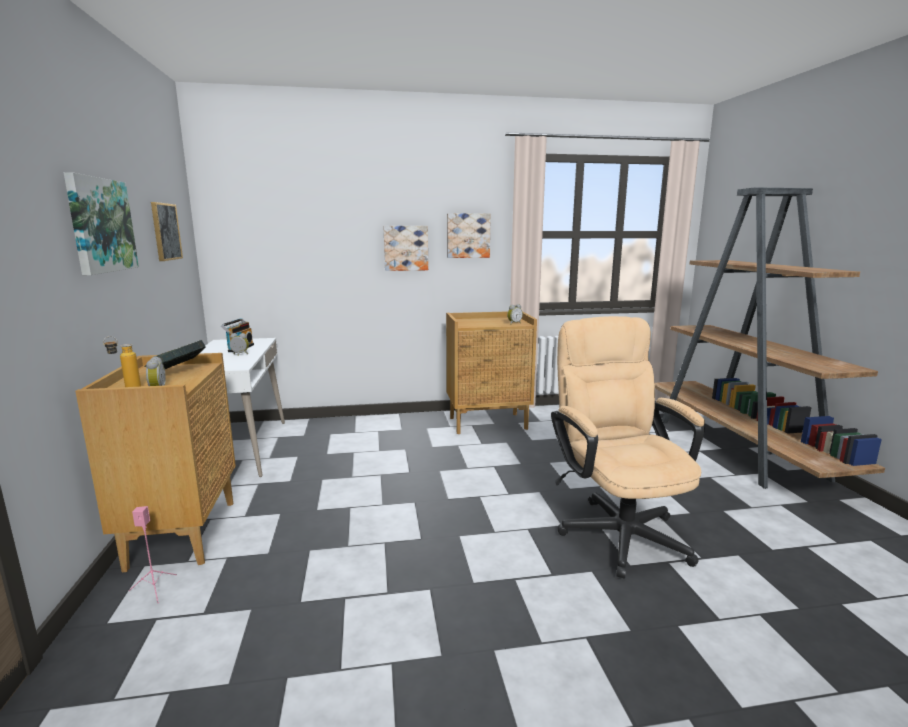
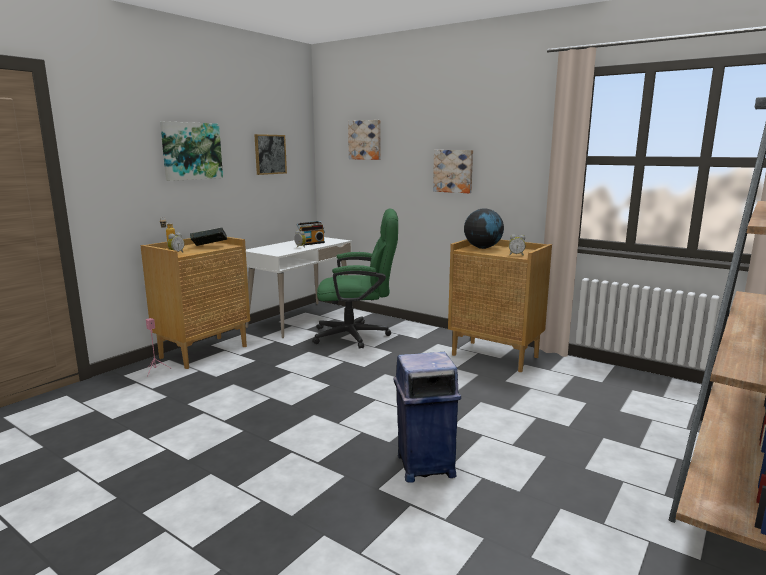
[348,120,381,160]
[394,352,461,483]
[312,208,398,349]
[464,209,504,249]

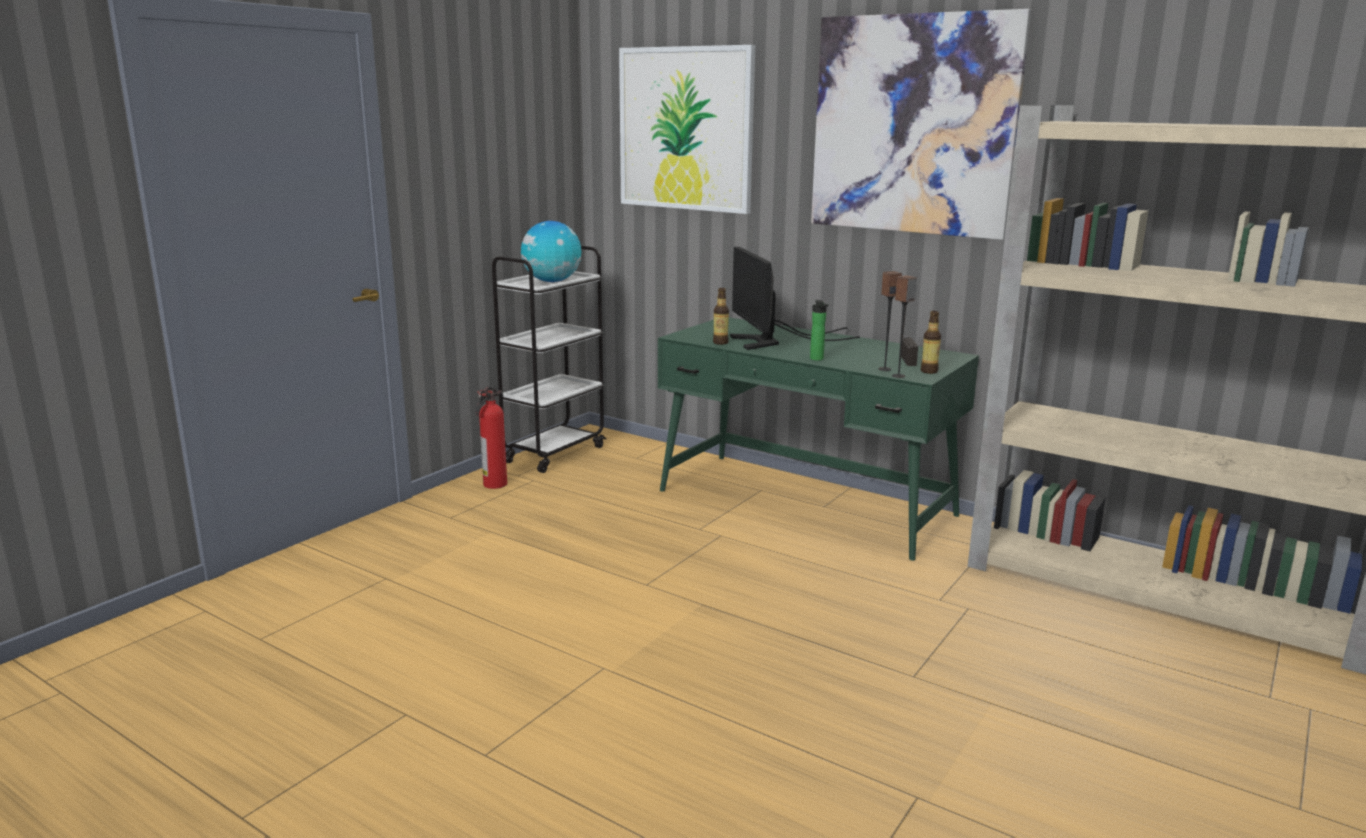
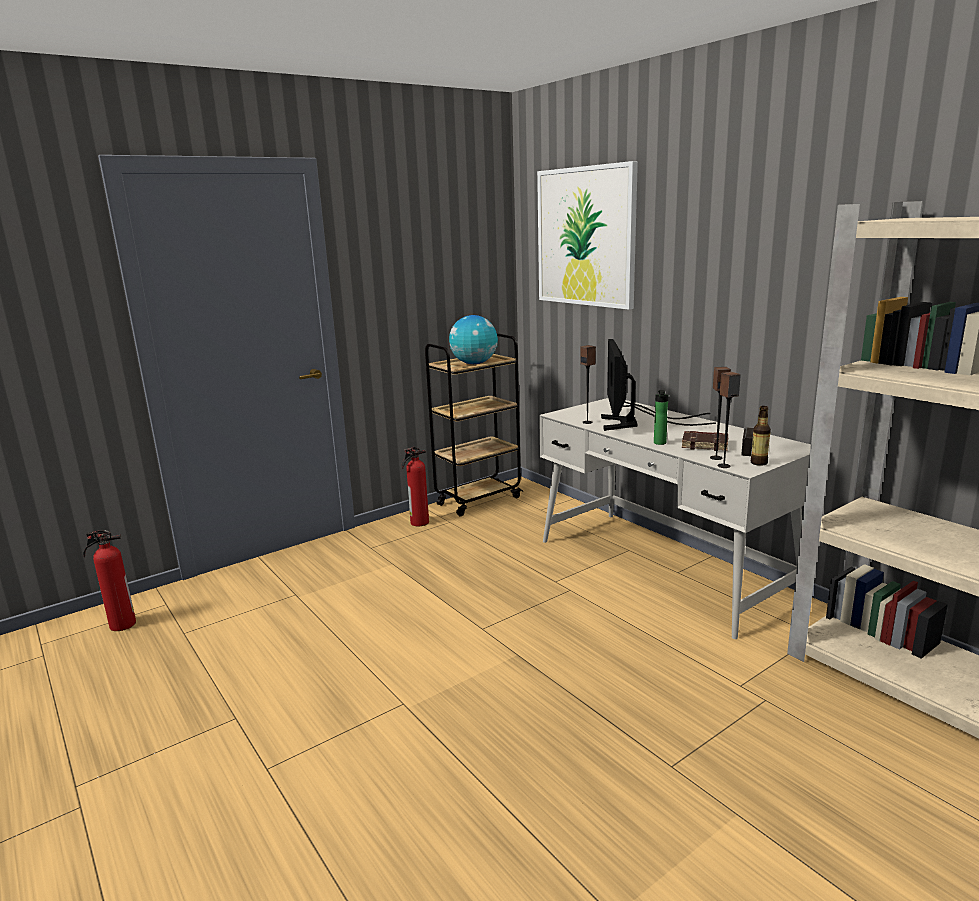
[425,333,523,516]
[539,398,811,639]
[580,345,596,424]
[811,9,1031,240] (first image)
[84,530,136,631]
[682,431,729,451]

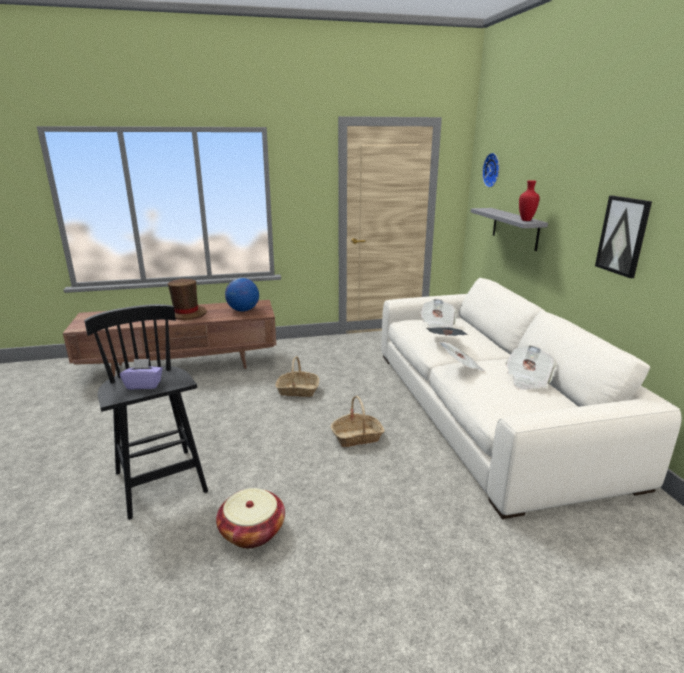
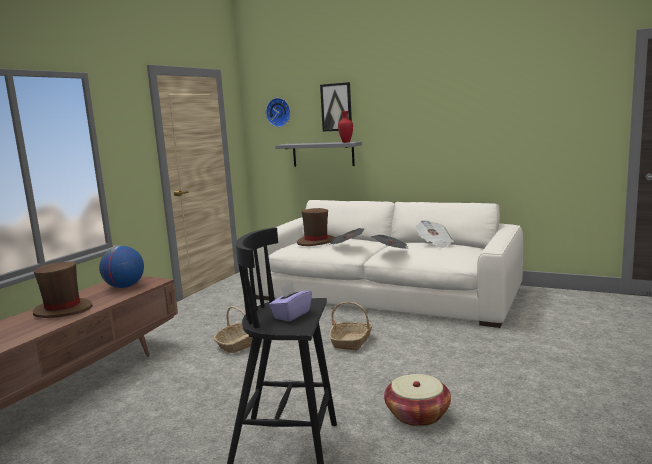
[297,208,335,246]
[320,82,352,131]

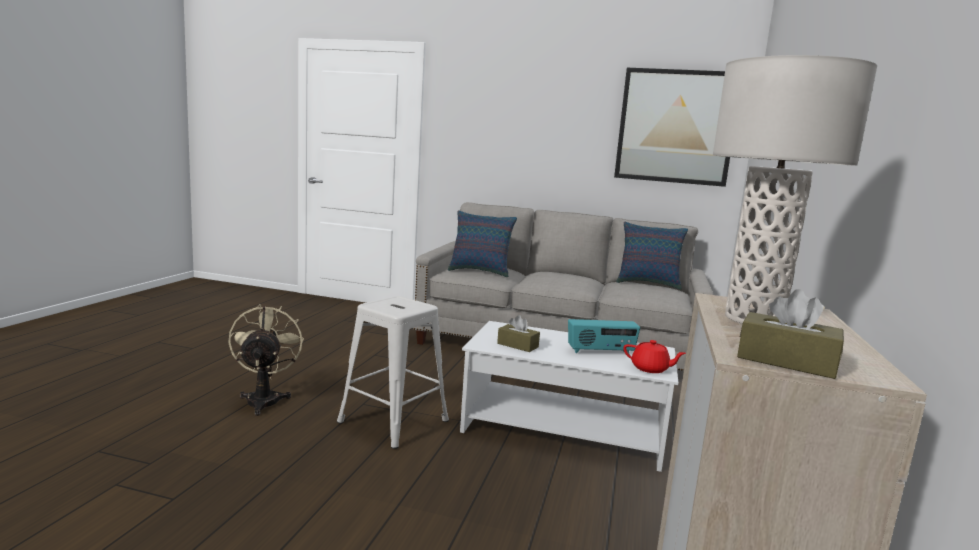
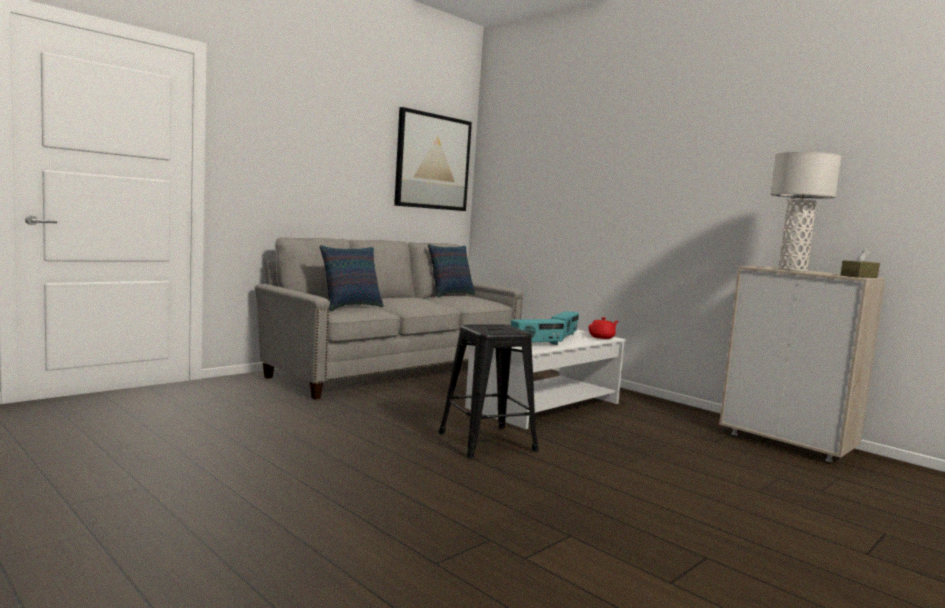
[228,304,304,416] (first image)
[438,324,539,458]
[511,319,566,345]

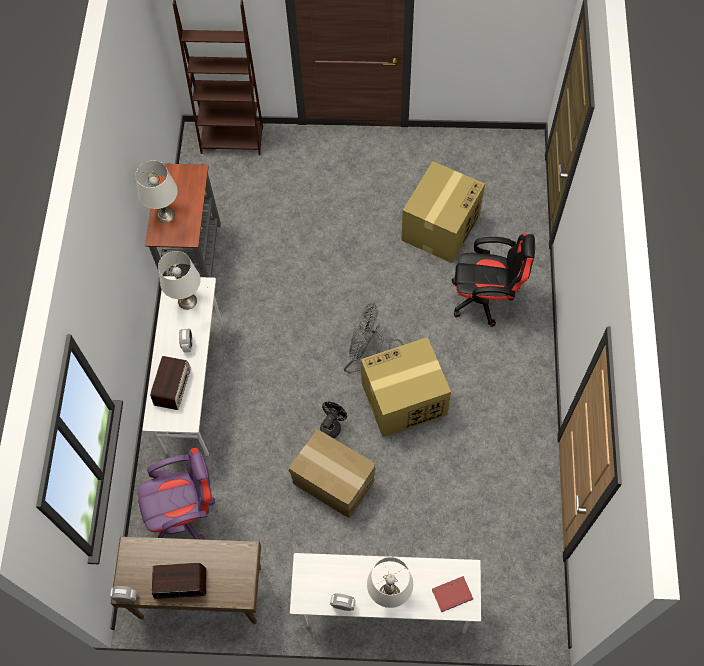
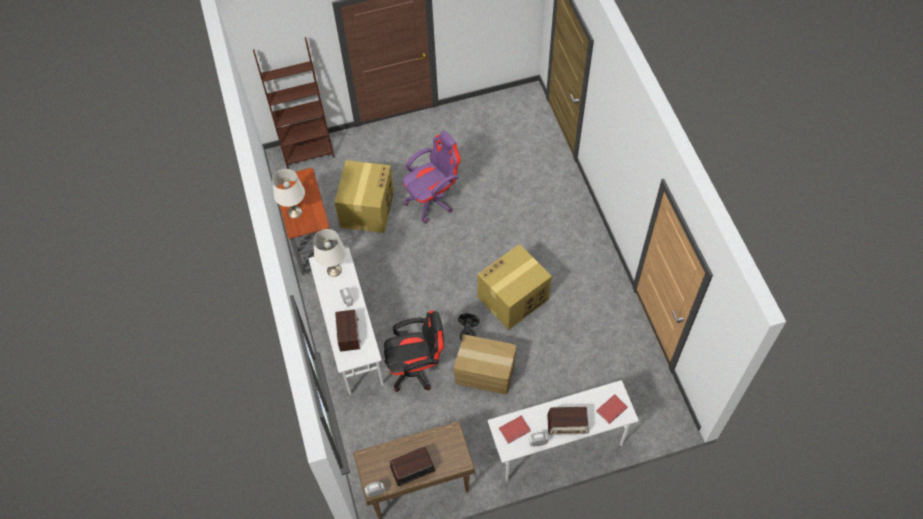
[403,131,461,223]
[344,303,407,374] (first image)
[547,407,589,435]
[334,160,394,233]
[384,311,444,392]
[499,415,531,444]

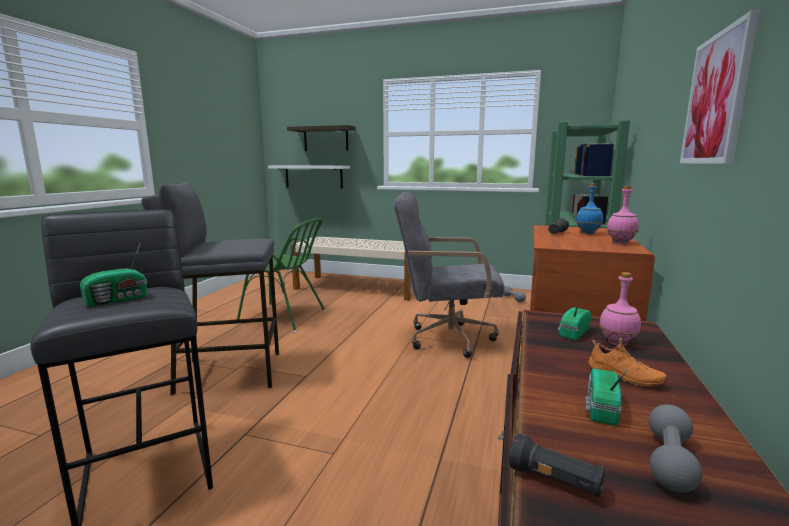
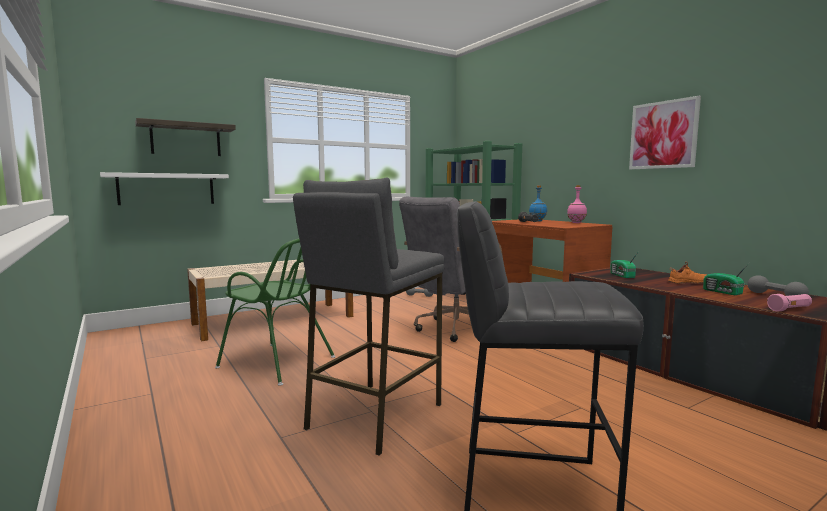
[80,244,147,307] (first image)
[215,238,336,386]
[767,294,812,312]
[599,272,641,346] (first image)

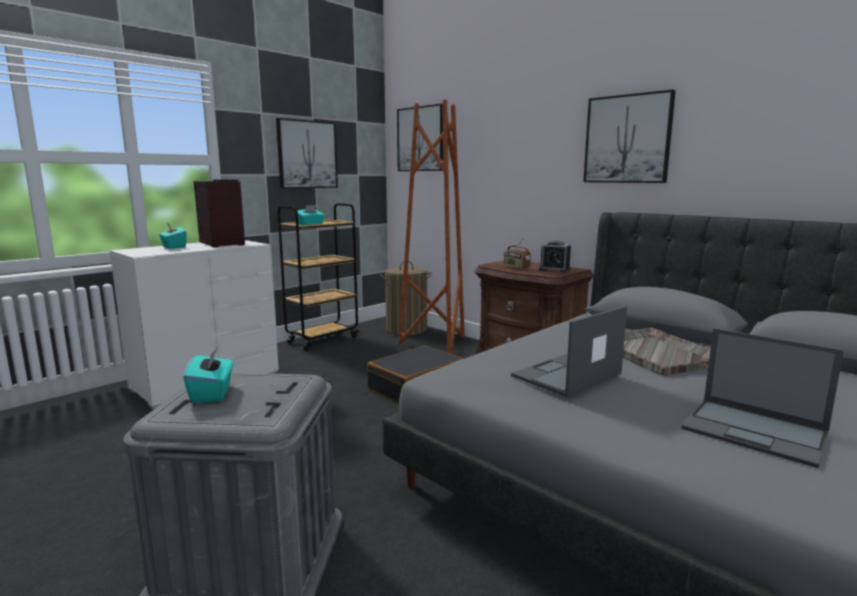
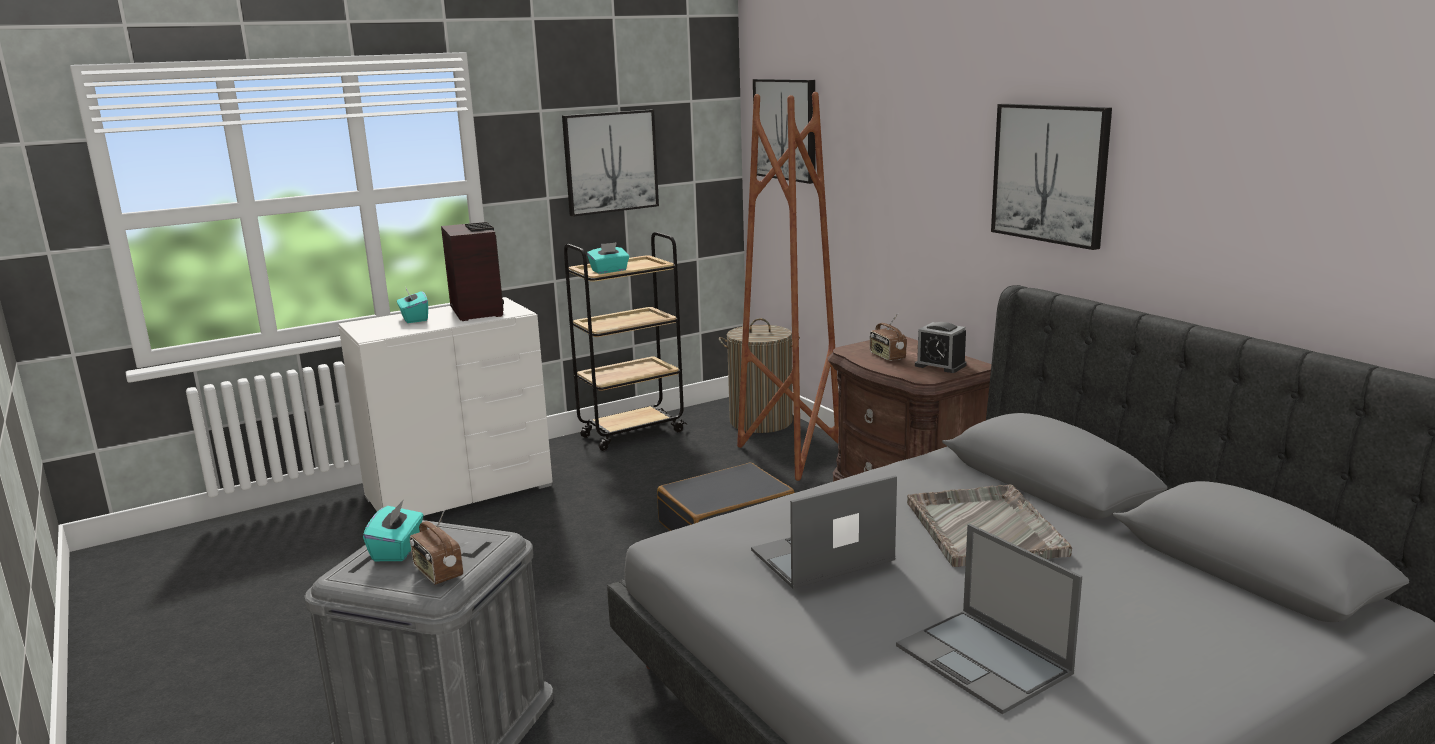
[410,510,463,585]

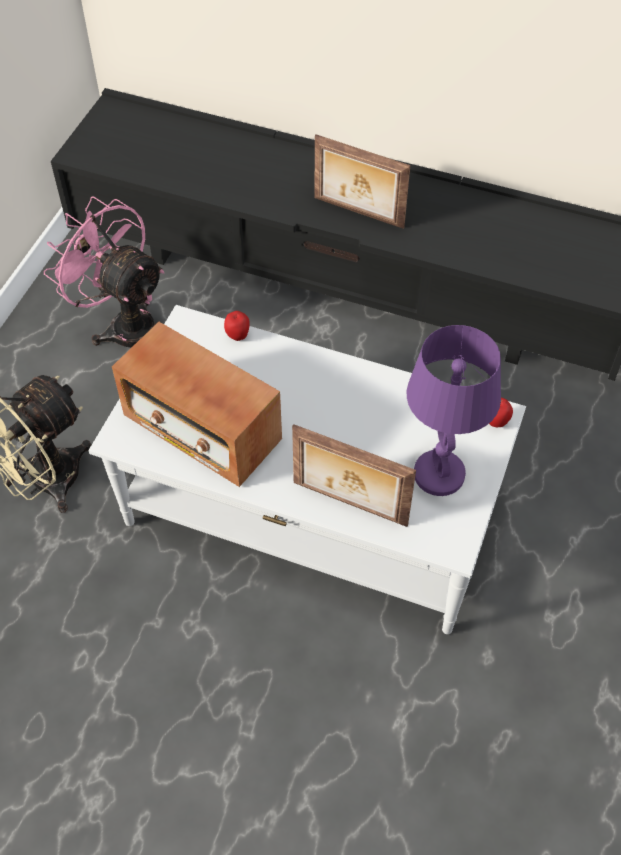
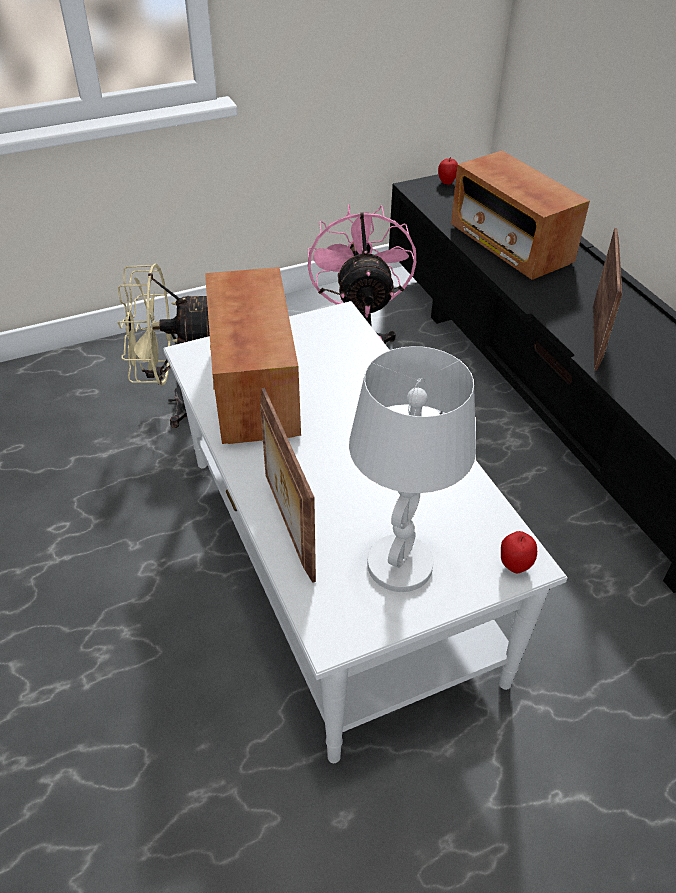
[438,157,458,185]
[593,228,622,371]
[349,346,476,592]
[451,151,590,280]

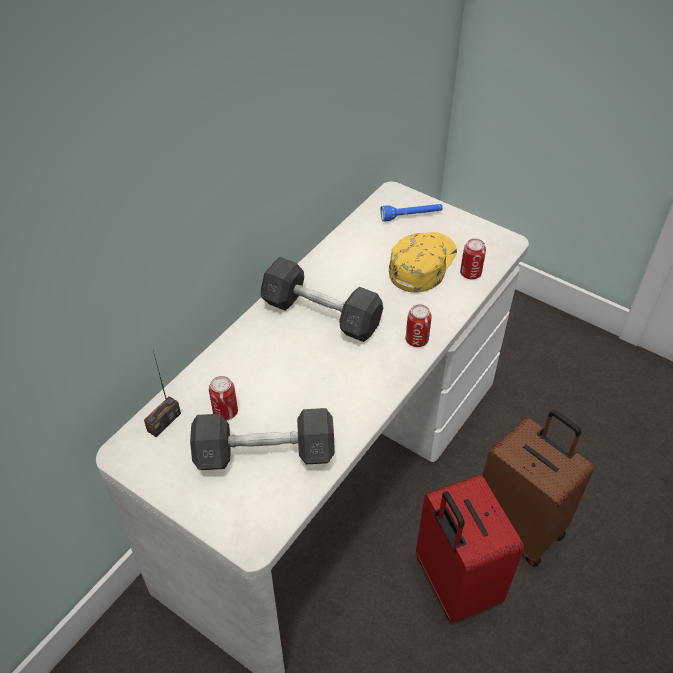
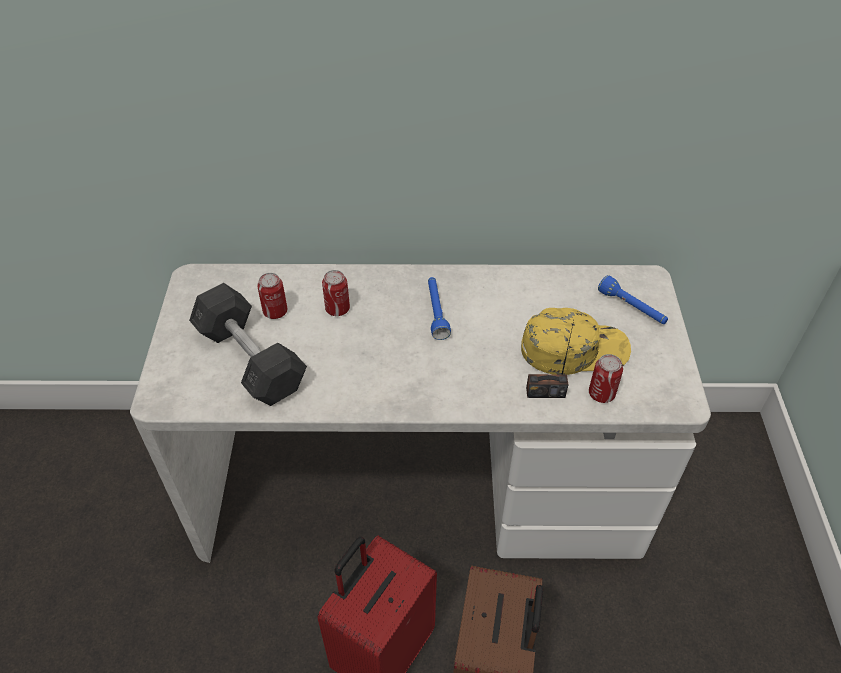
[526,321,574,398]
[428,277,451,340]
[322,270,350,316]

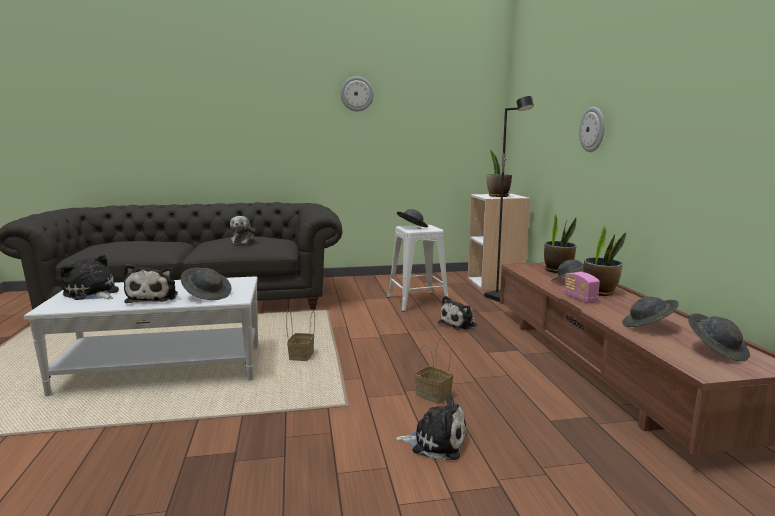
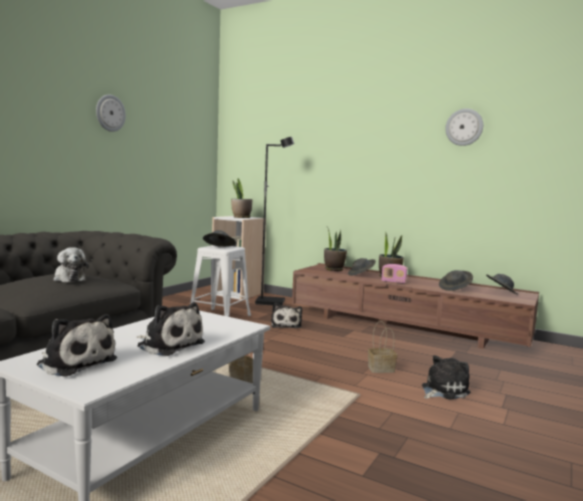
[37,314,117,377]
[181,268,231,300] (first image)
[445,108,483,146]

